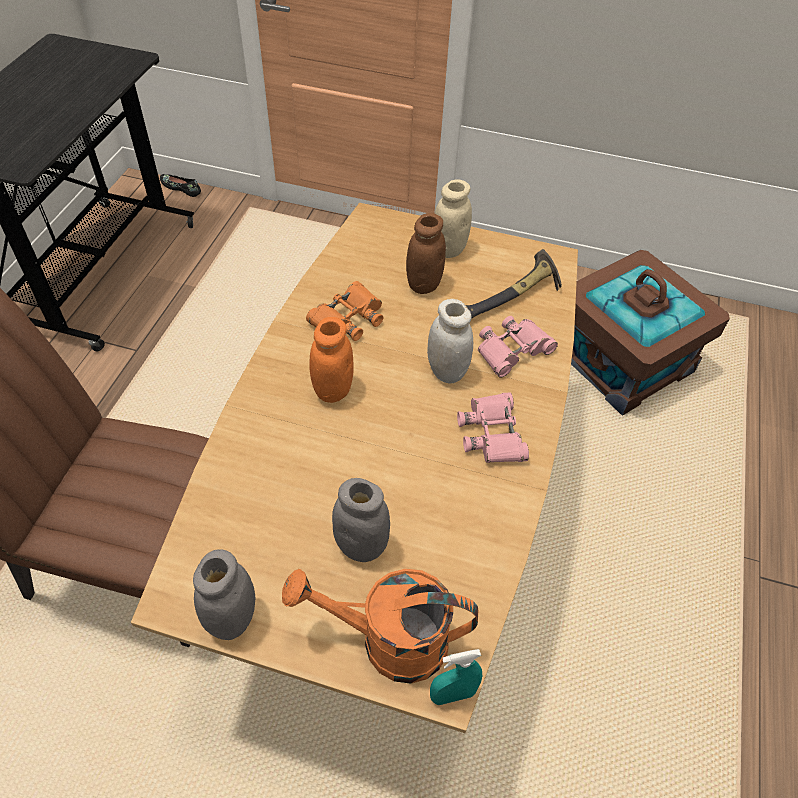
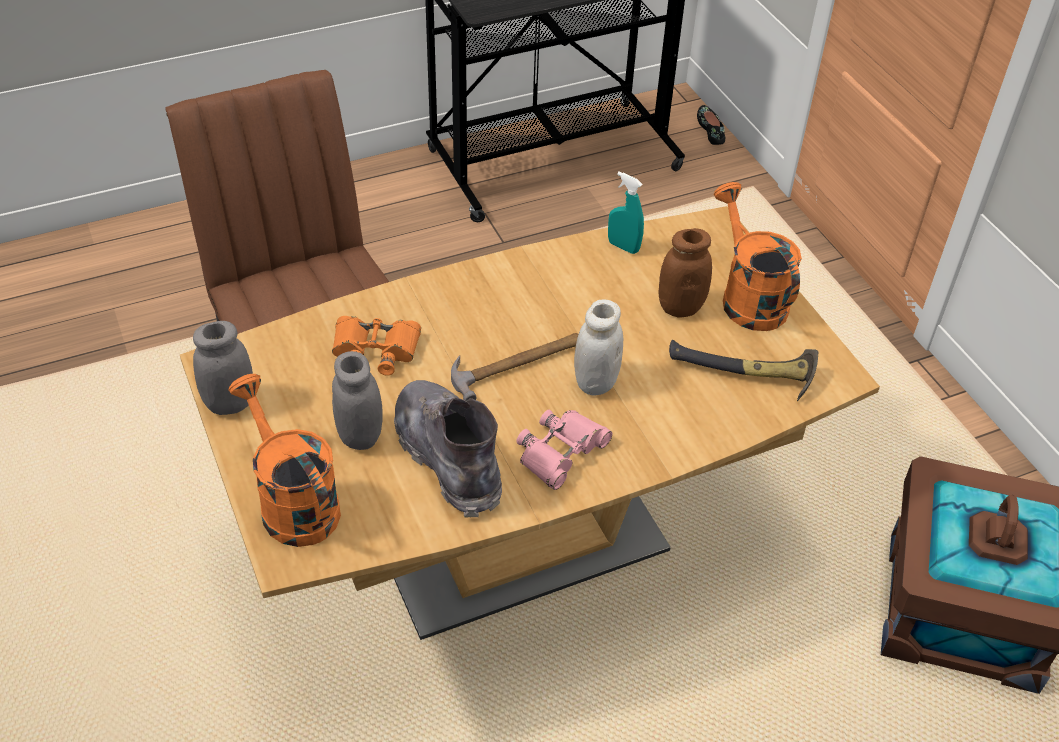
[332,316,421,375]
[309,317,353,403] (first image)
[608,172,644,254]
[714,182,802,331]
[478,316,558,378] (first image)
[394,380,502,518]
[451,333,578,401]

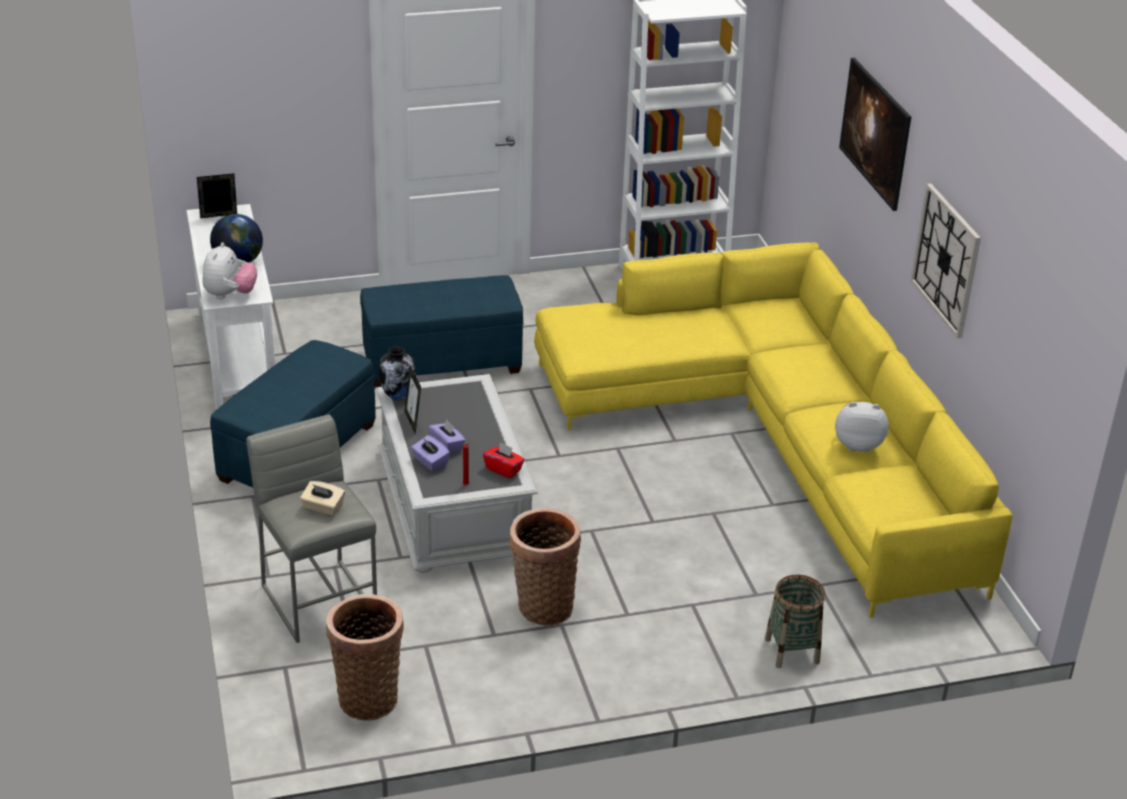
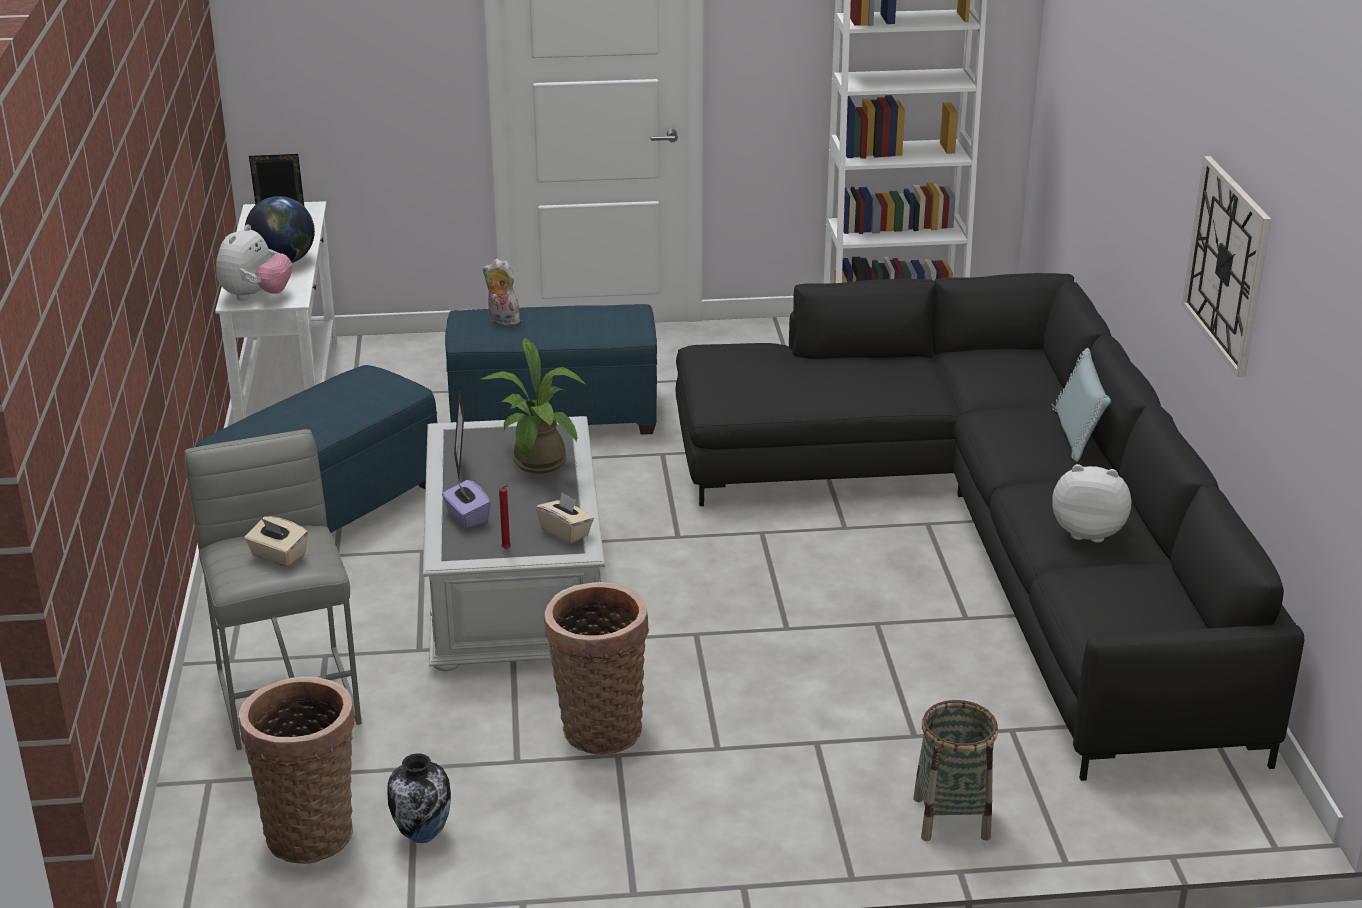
[387,753,451,843]
[428,419,466,455] (first image)
[536,492,594,544]
[675,273,1305,781]
[839,58,911,211] (first image)
[480,337,586,474]
[483,259,522,326]
[1052,348,1111,462]

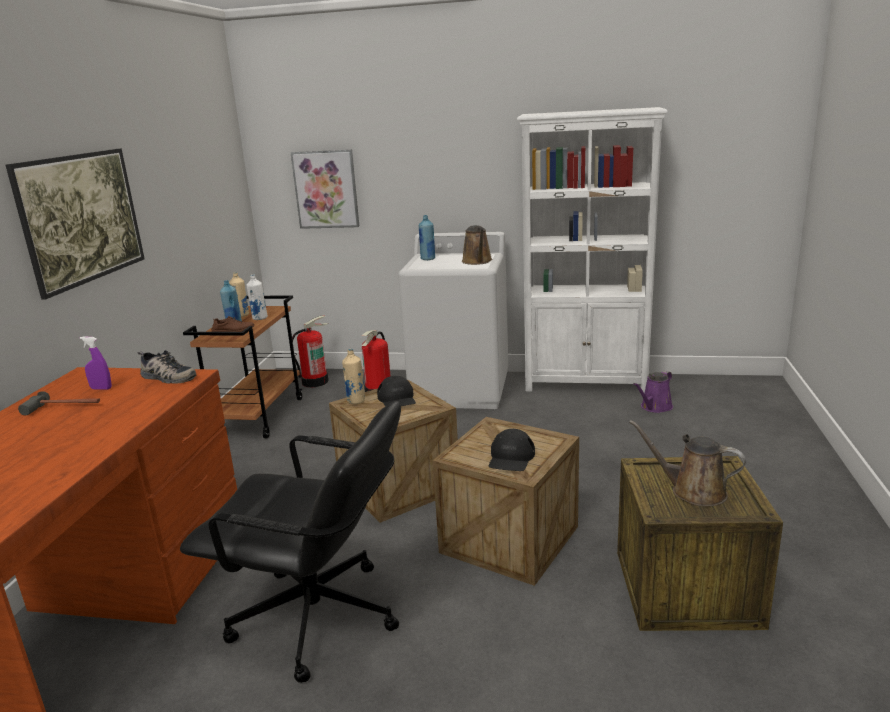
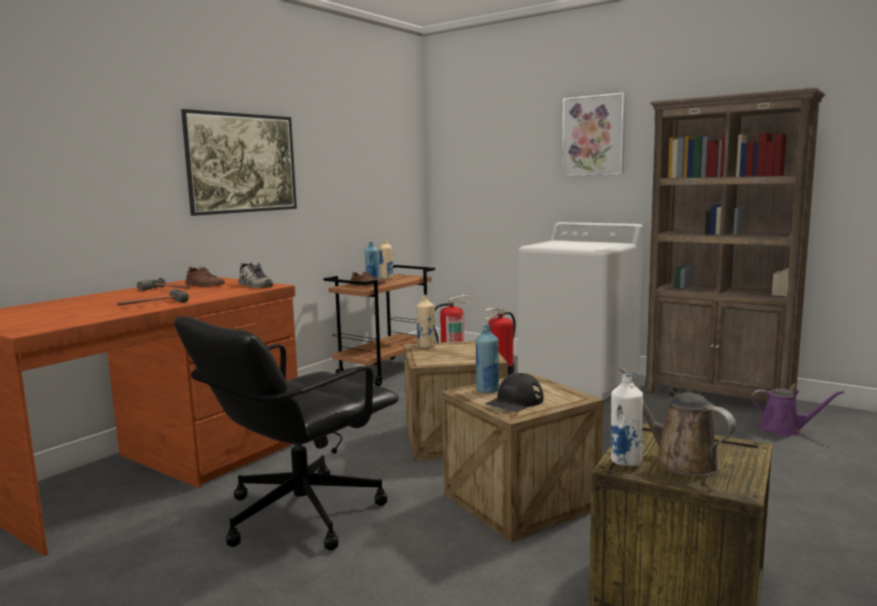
[186,267,225,287]
[174,316,399,551]
[611,374,643,467]
[562,92,626,176]
[377,376,416,406] (first image)
[476,325,499,393]
[462,225,493,265] (first image)
[645,87,825,402]
[751,388,844,436]
[117,289,189,306]

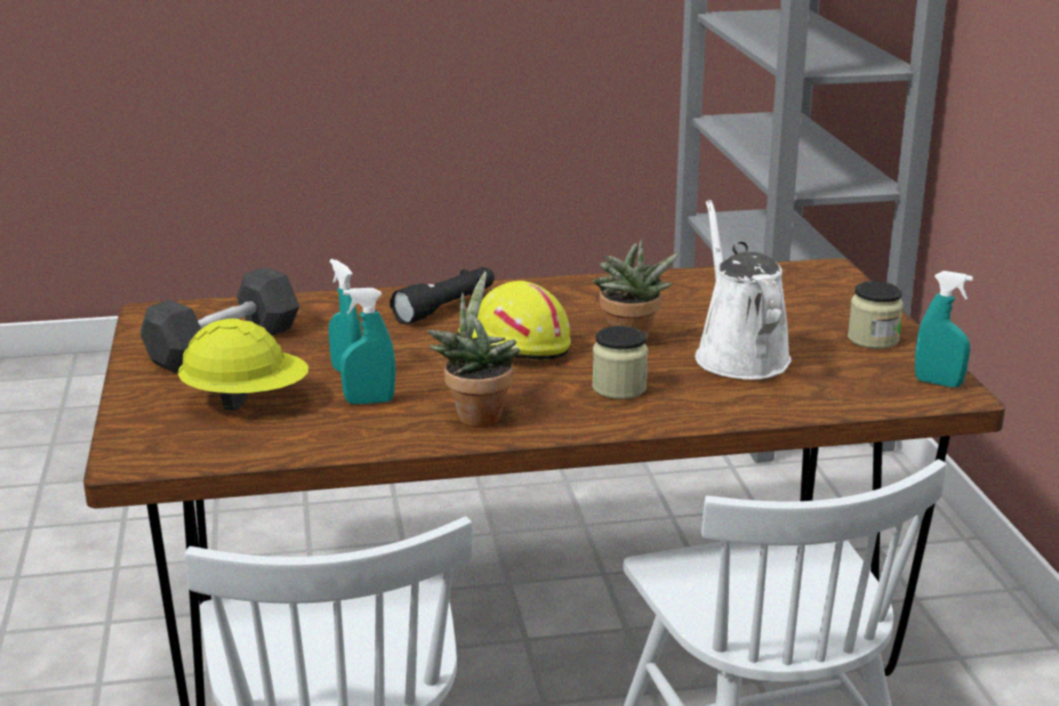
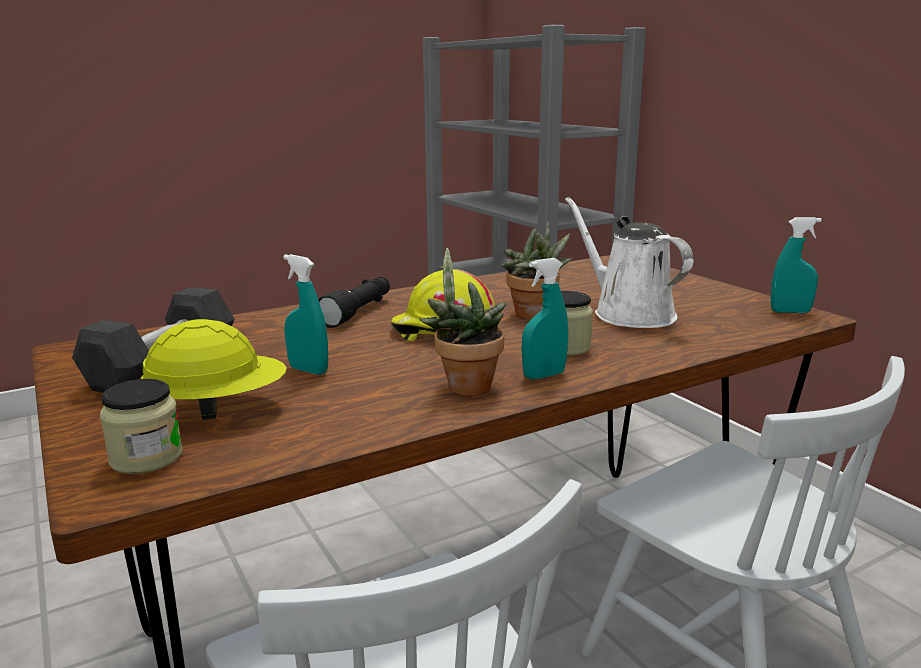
[521,258,568,380]
[100,379,183,474]

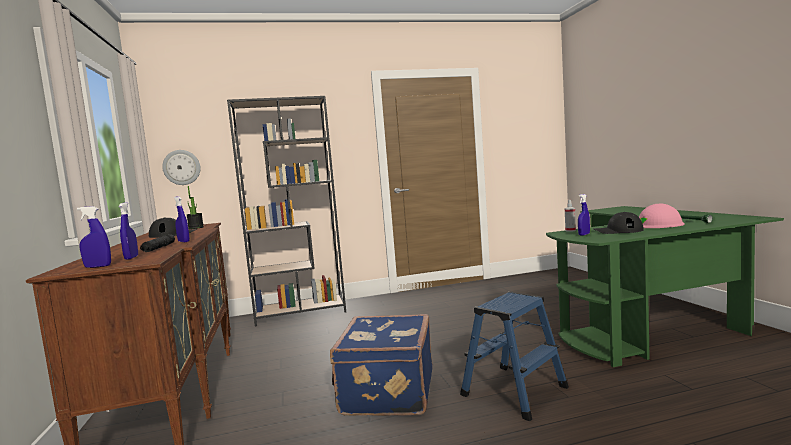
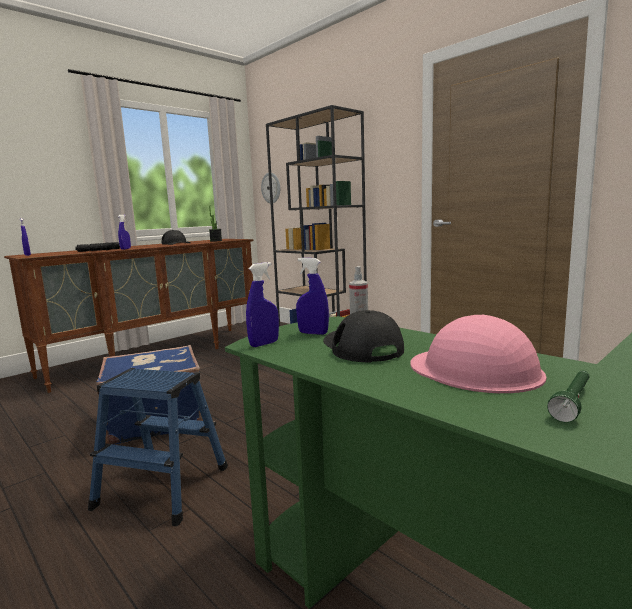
[246,262,279,347]

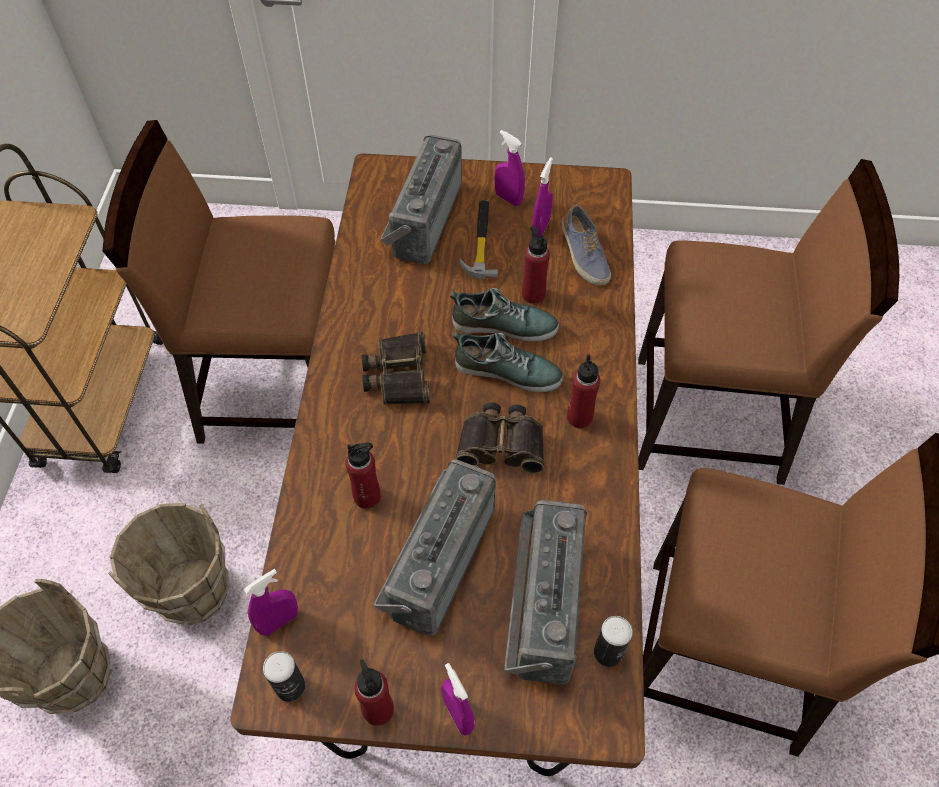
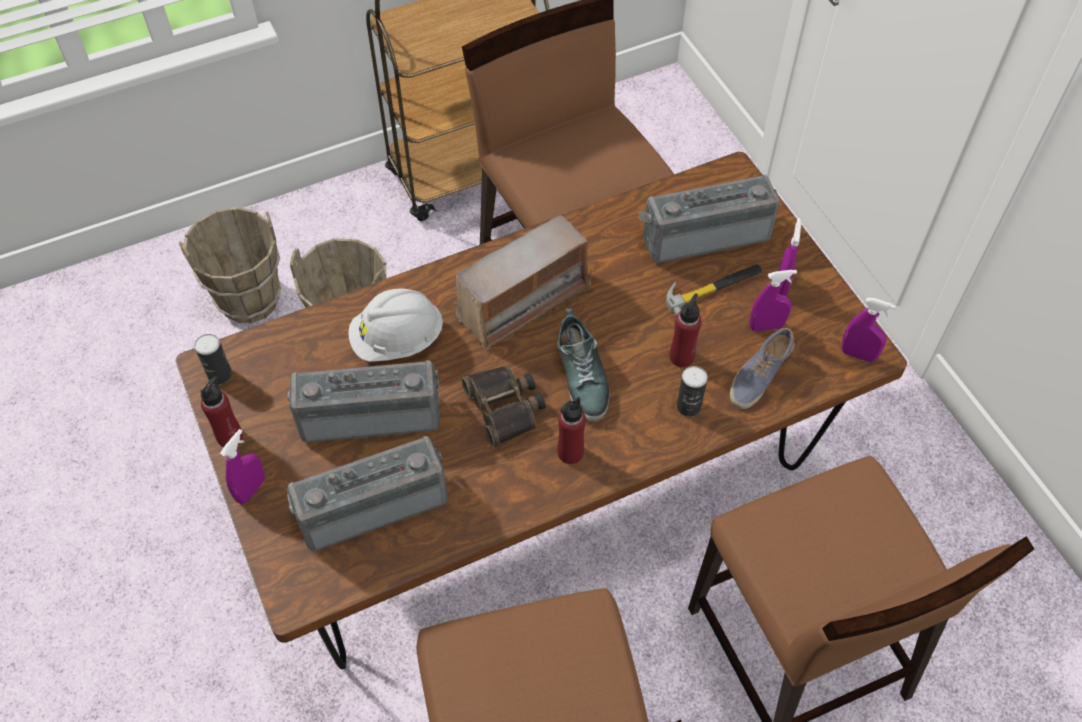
[841,298,896,362]
[348,288,444,362]
[455,213,592,350]
[450,288,559,342] (first image)
[677,366,708,417]

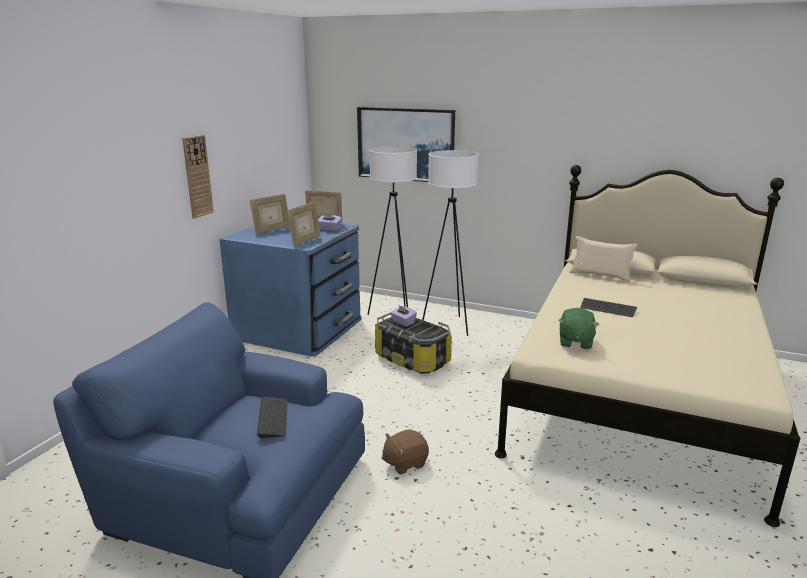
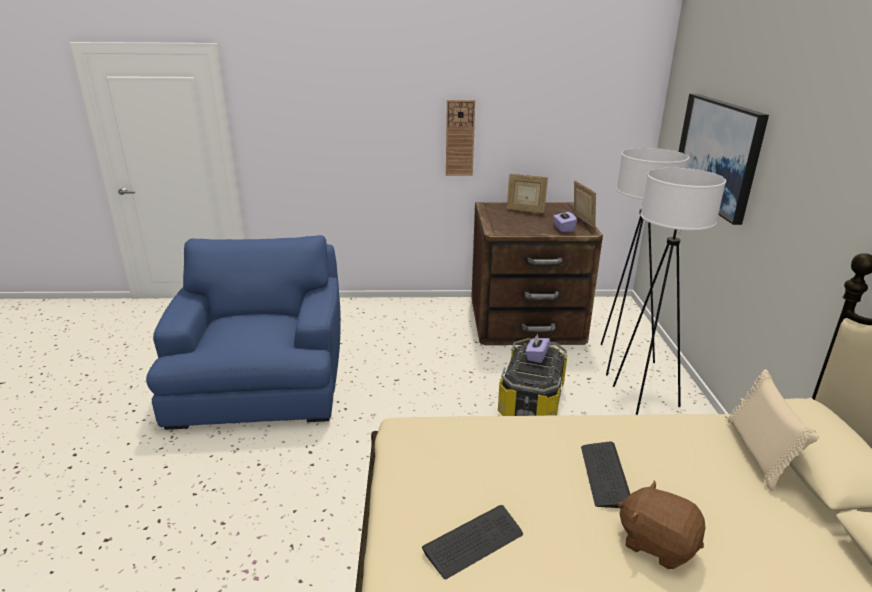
[471,203,603,345]
[422,505,523,579]
[287,202,321,246] (first image)
[618,480,706,569]
[558,308,599,349] (first image)

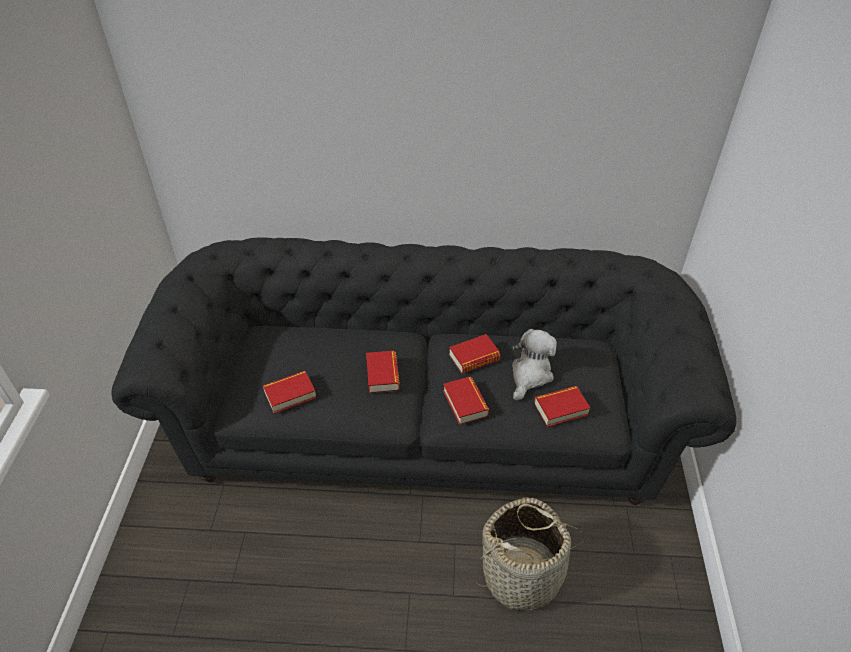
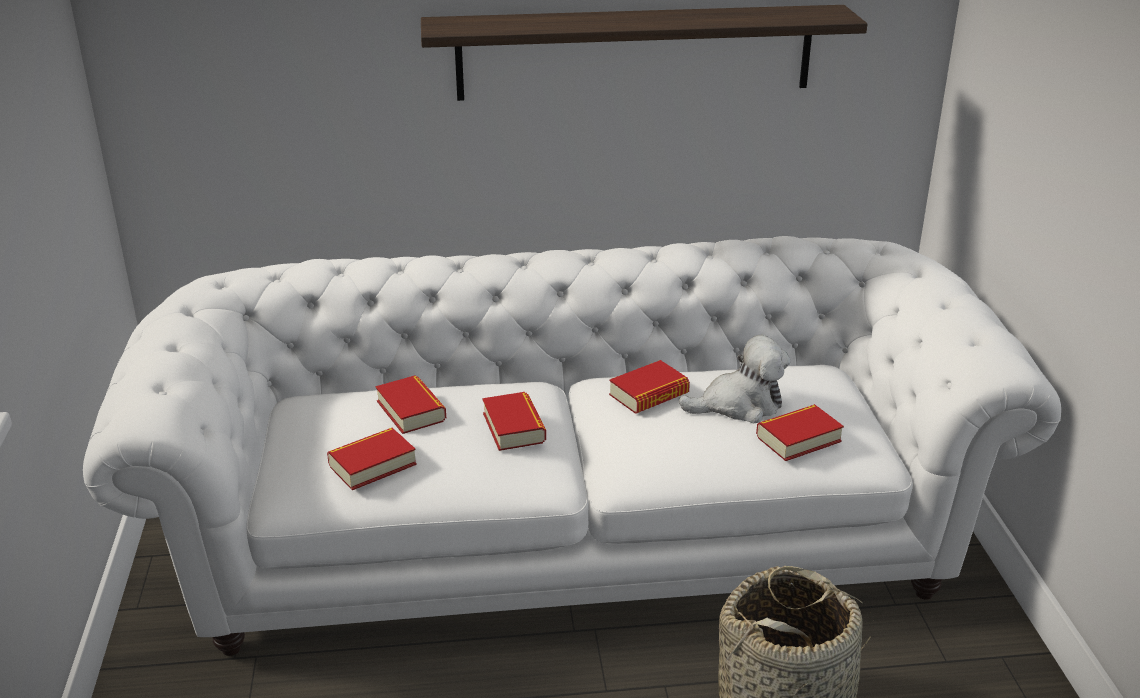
[83,236,1061,656]
[375,375,446,434]
[679,335,791,424]
[421,5,868,101]

